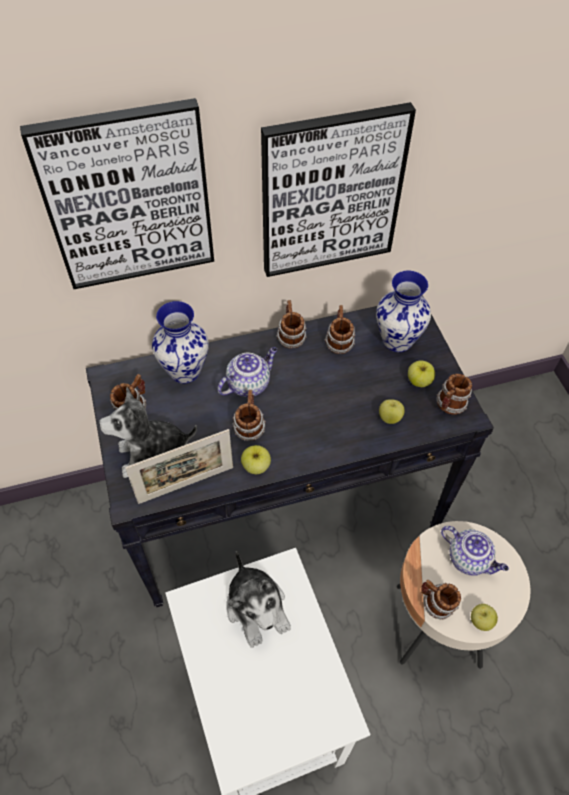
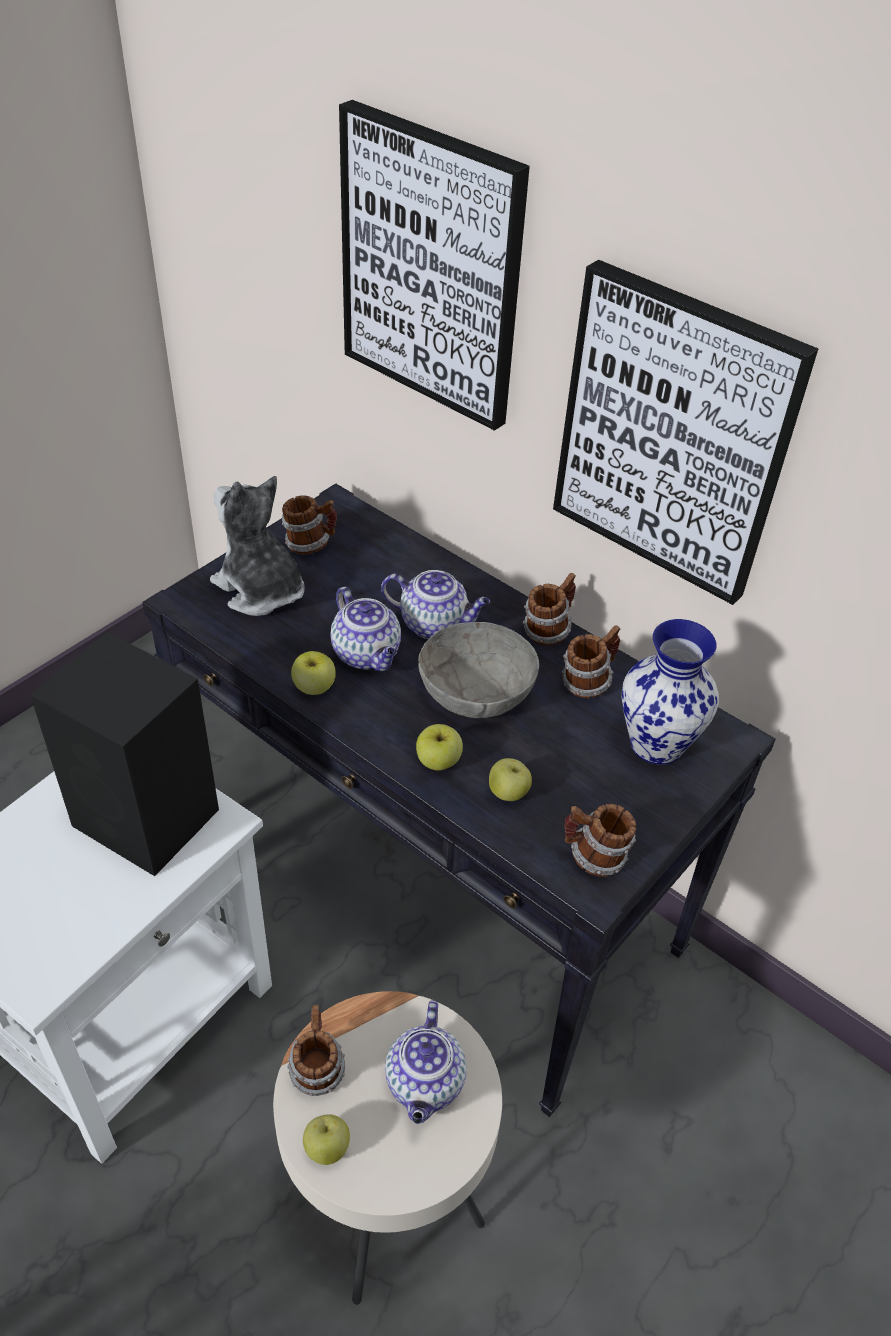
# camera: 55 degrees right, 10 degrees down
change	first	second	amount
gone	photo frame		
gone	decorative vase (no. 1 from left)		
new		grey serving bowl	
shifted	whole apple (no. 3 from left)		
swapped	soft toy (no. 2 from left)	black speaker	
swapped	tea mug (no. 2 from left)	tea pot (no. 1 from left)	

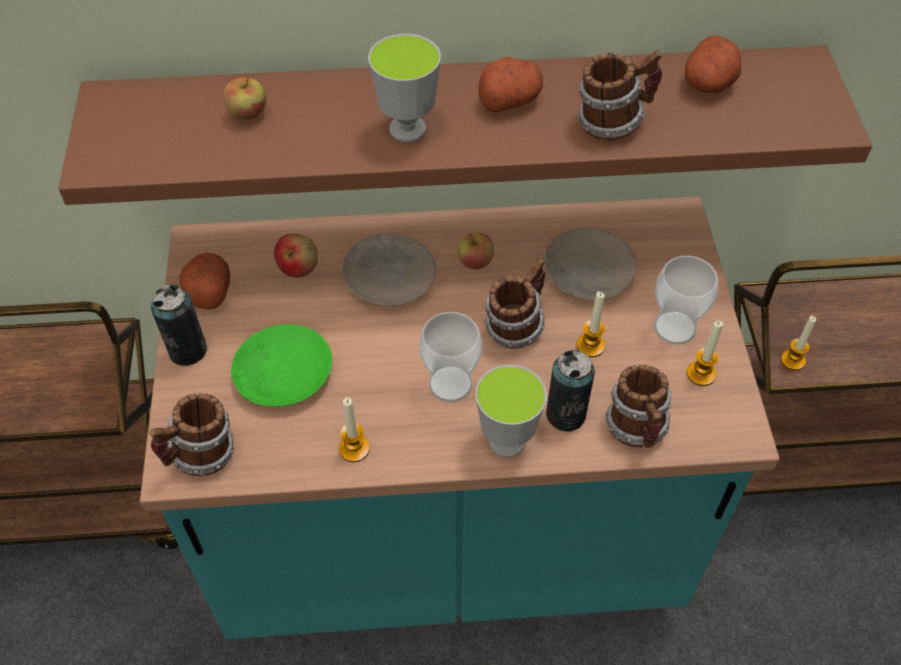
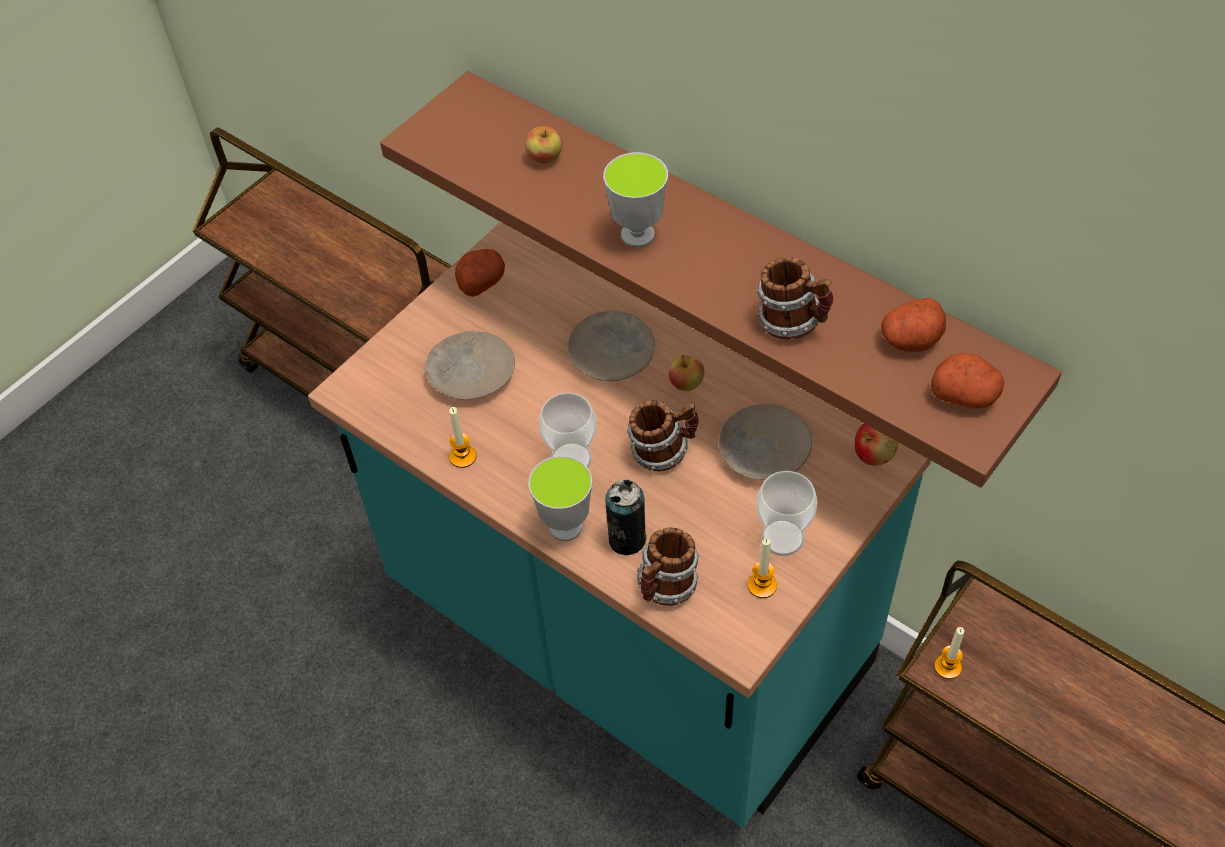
# camera: 45 degrees right, 0 degrees up
change	first	second	amount
gone	tea mug (no. 1 from left)		
gone	metal can (no. 1 from left)		
gone	candle (no. 2 from left)		
shifted	whole apple (no. 2 from left in the first image)	whole apple (no. 3 from left)	
shifted	whole potato (no. 2 from left in the first image)	whole potato (no. 3 from left)	
repainted	green dinner plate	sand-coloured dinner plate (no. 1 from left)	

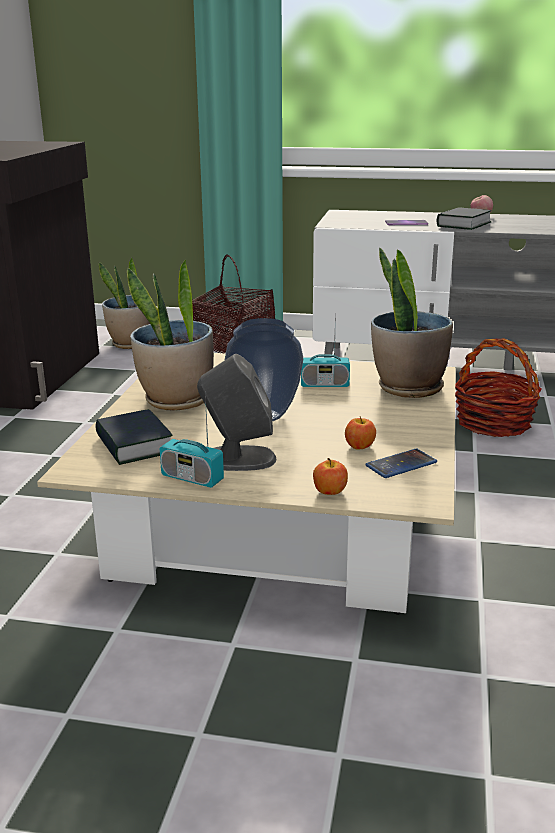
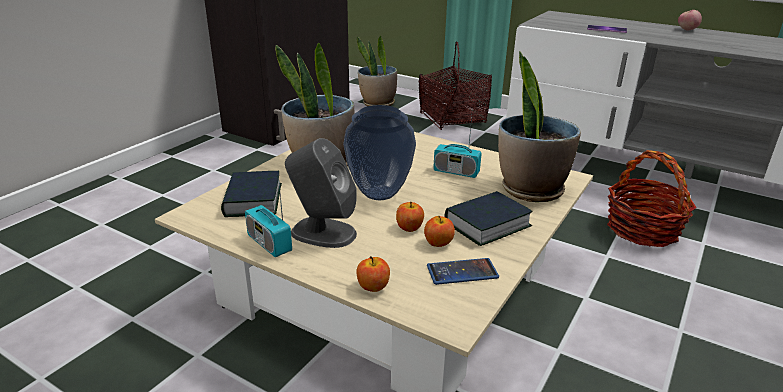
# camera: 20 degrees right, 5 degrees up
change	first	second	amount
new		whole apple (no. 2 from left)	
shifted	volume (no. 2 from left)		

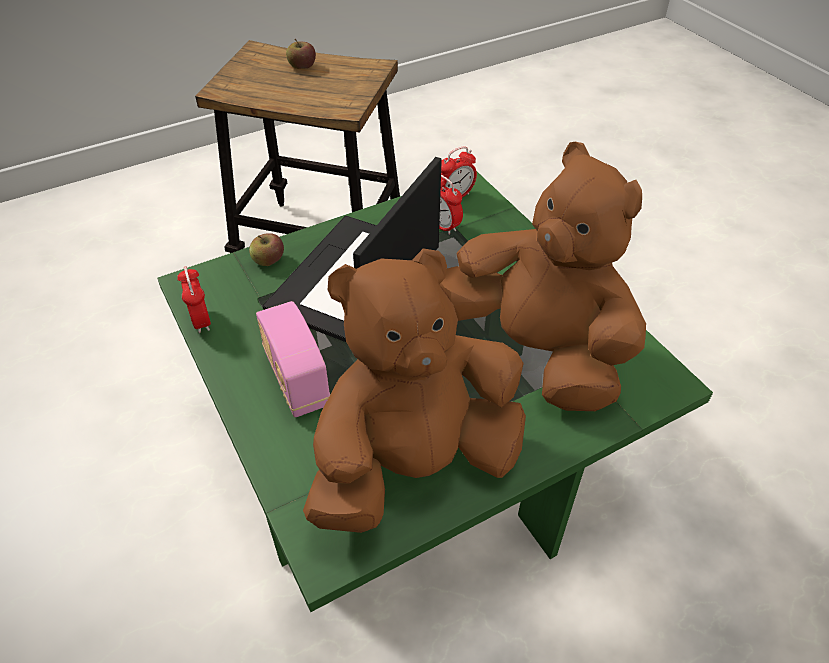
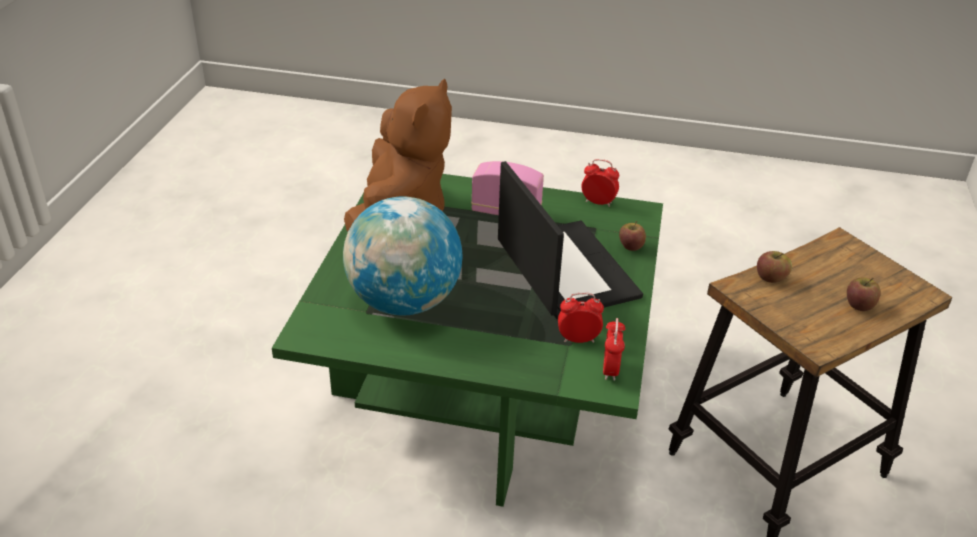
# camera: 130 degrees right, 10 degrees down
change	first	second	amount
new		whole apple (no. 2 from left)	
swapped	brown soft toy (no. 2 from left)	world globe	

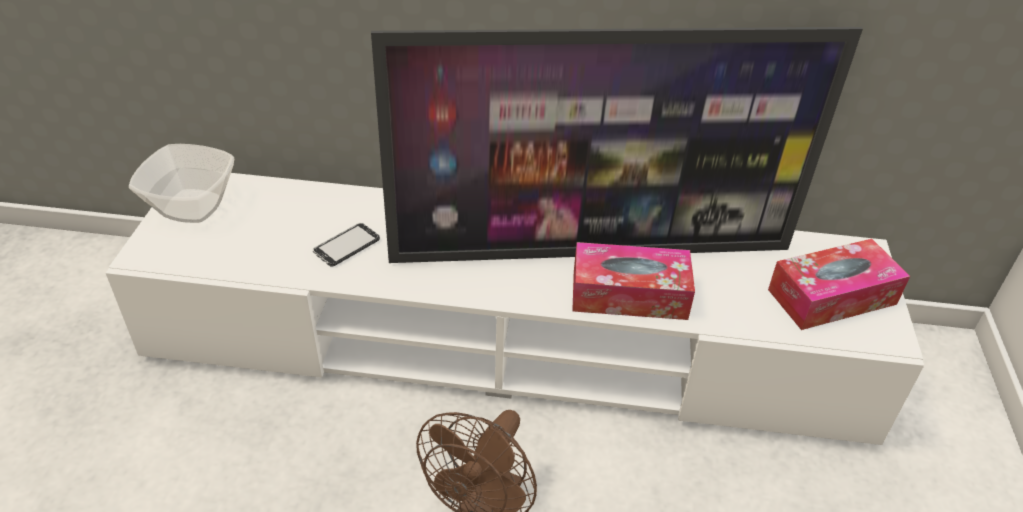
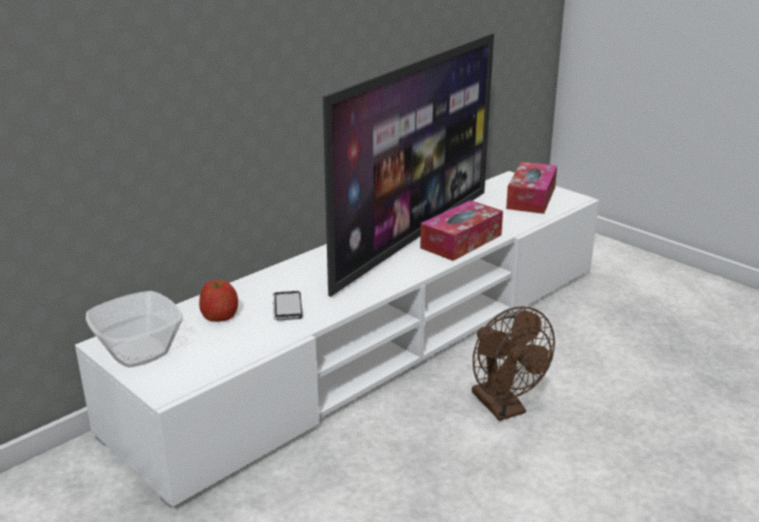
# camera: 50 degrees left, 15 degrees down
change	first	second	amount
new		whole apple	

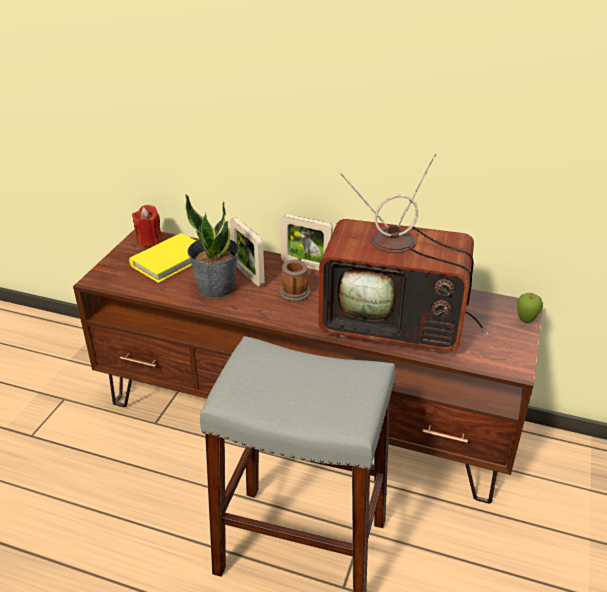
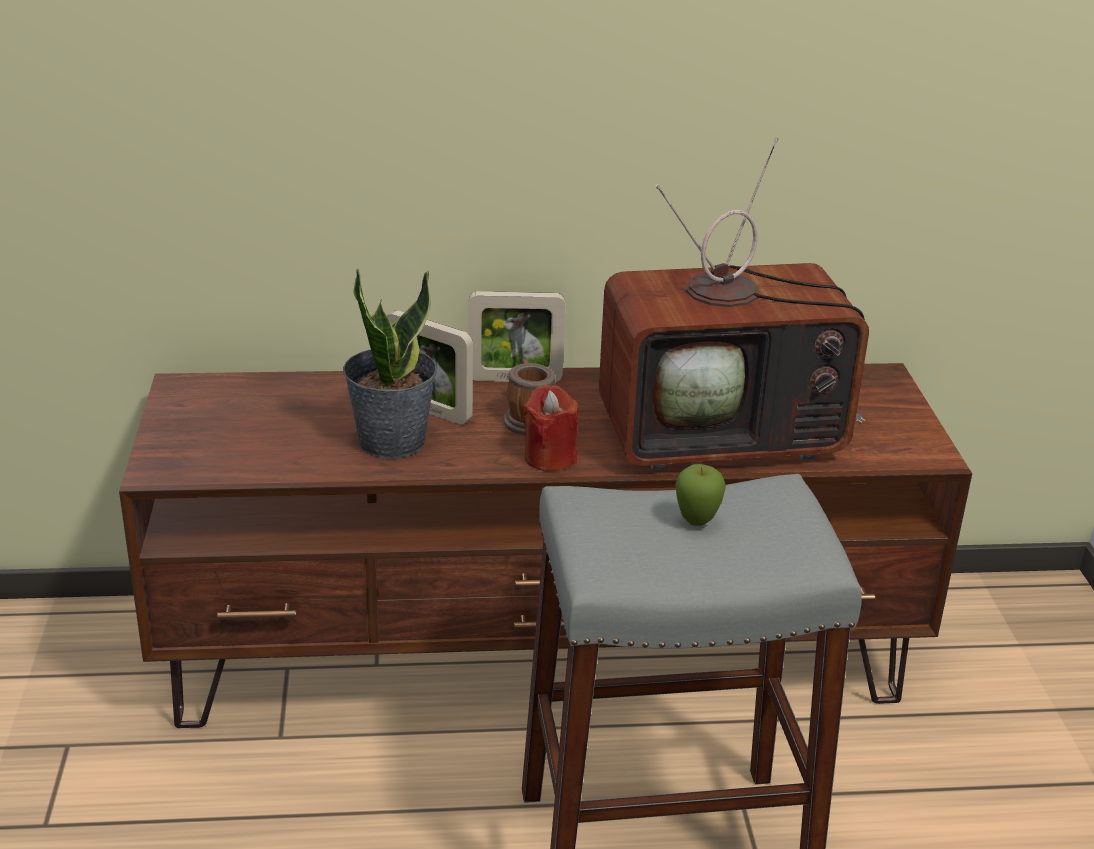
# camera: 25 degrees left, 5 degrees down
change	first	second	amount
gone	yellow-coloured volume		
shifted	reddish candle		
shifted	whole apple		

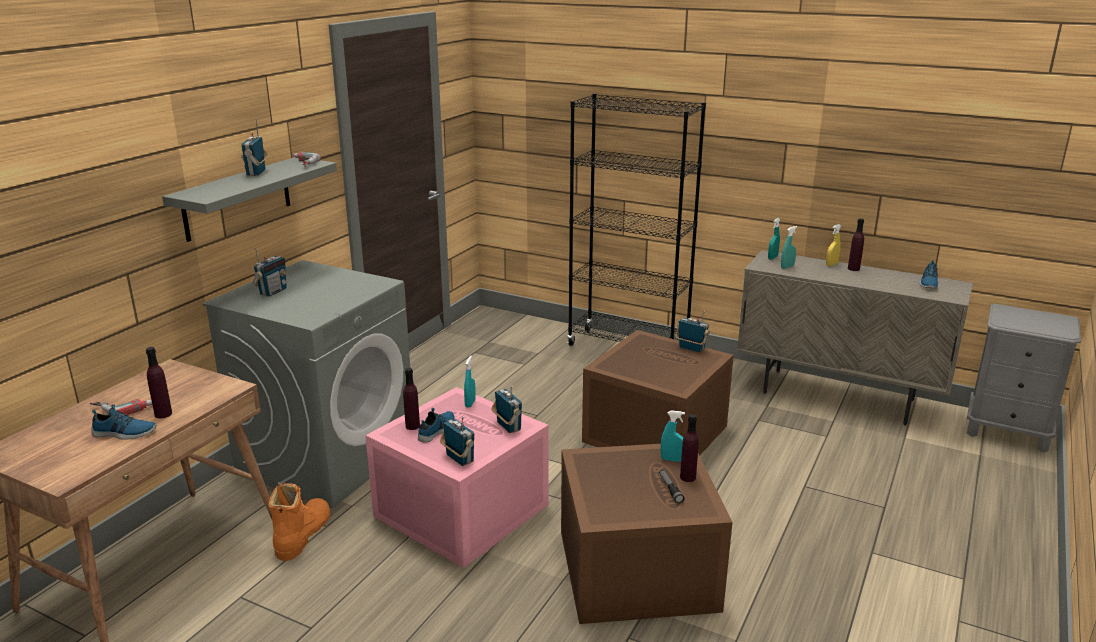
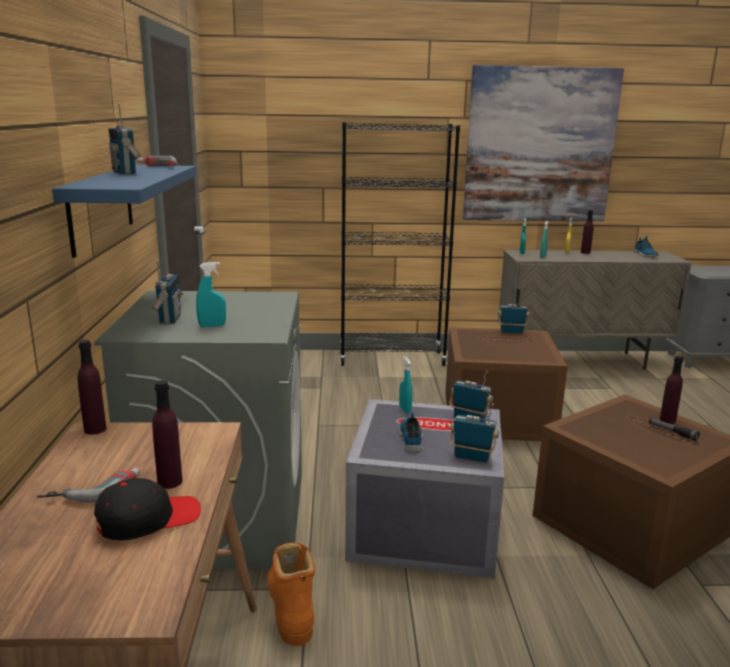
# camera: 30 degrees left, 5 degrees down
change	first	second	amount
new		wall art	
shifted	purple drink bottle (no. 2 from left in the first image)	purple drink bottle (no. 1 from left)	
shifted	blue-green hand sprayer (no. 2 from left in the first image)	blue-green hand sprayer (no. 1 from left)	
swapped	item of footwear (no. 1 from left)	black cap	
repainted	grey shelf	bluish shelf	
repainted	pink-coloured storage bin	grey storage bin	

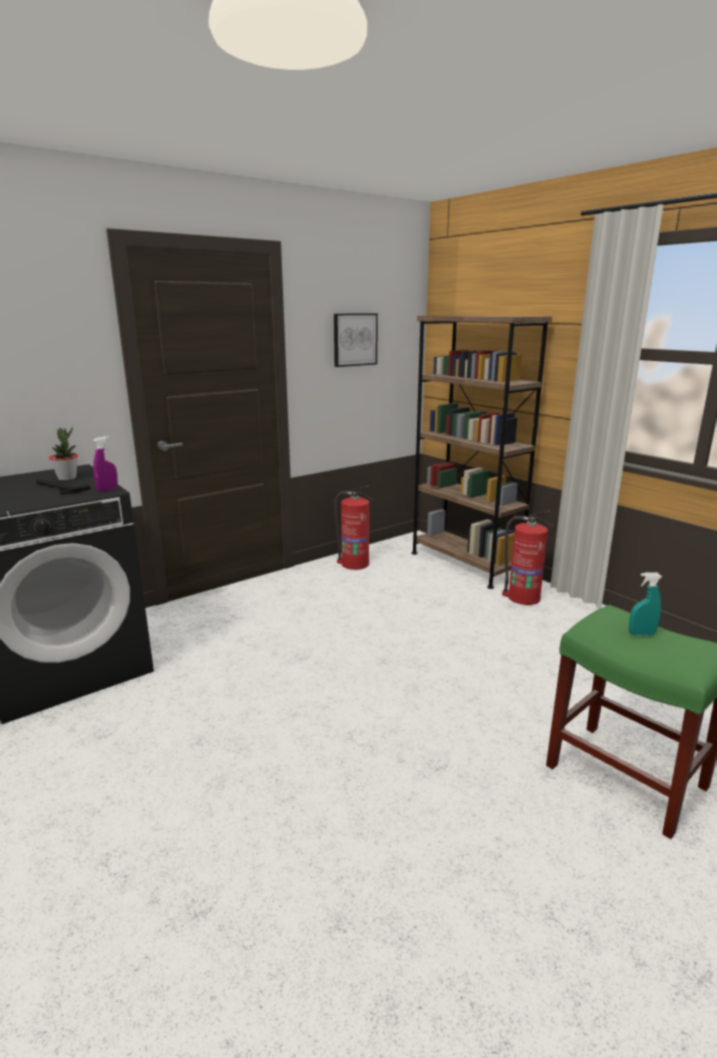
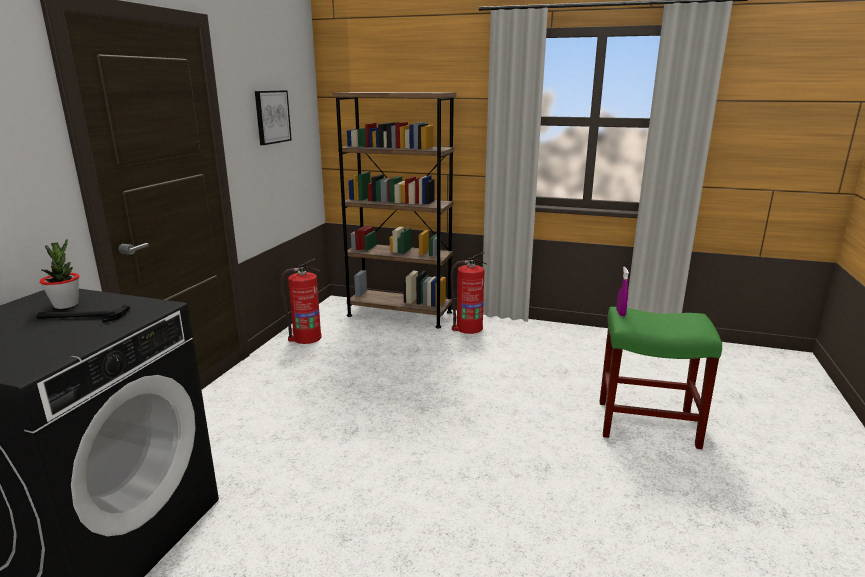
# camera: 35 degrees left, 0 degrees up
change	first	second	amount
gone	blue-green hand sprayer		
shifted	purple hand sprayer		

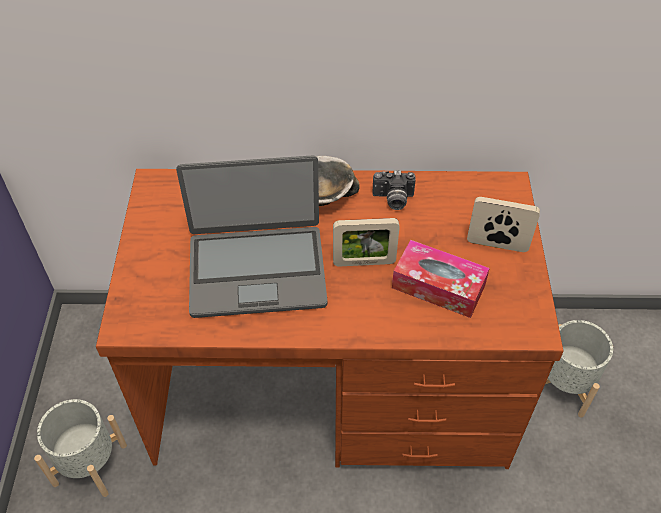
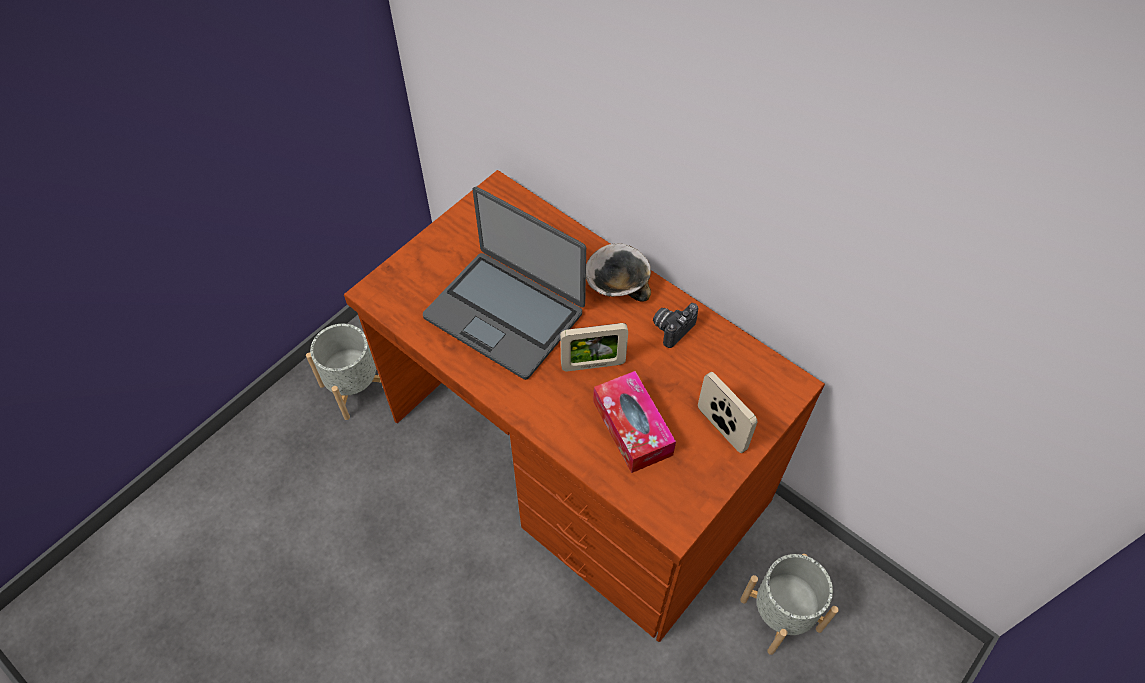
# camera: 40 degrees right, 5 degrees up
change	first	second	amount
rotated	photo frame (no. 1 from left)		45 degrees counterclockwise
rotated	still camera		90 degrees clockwise

